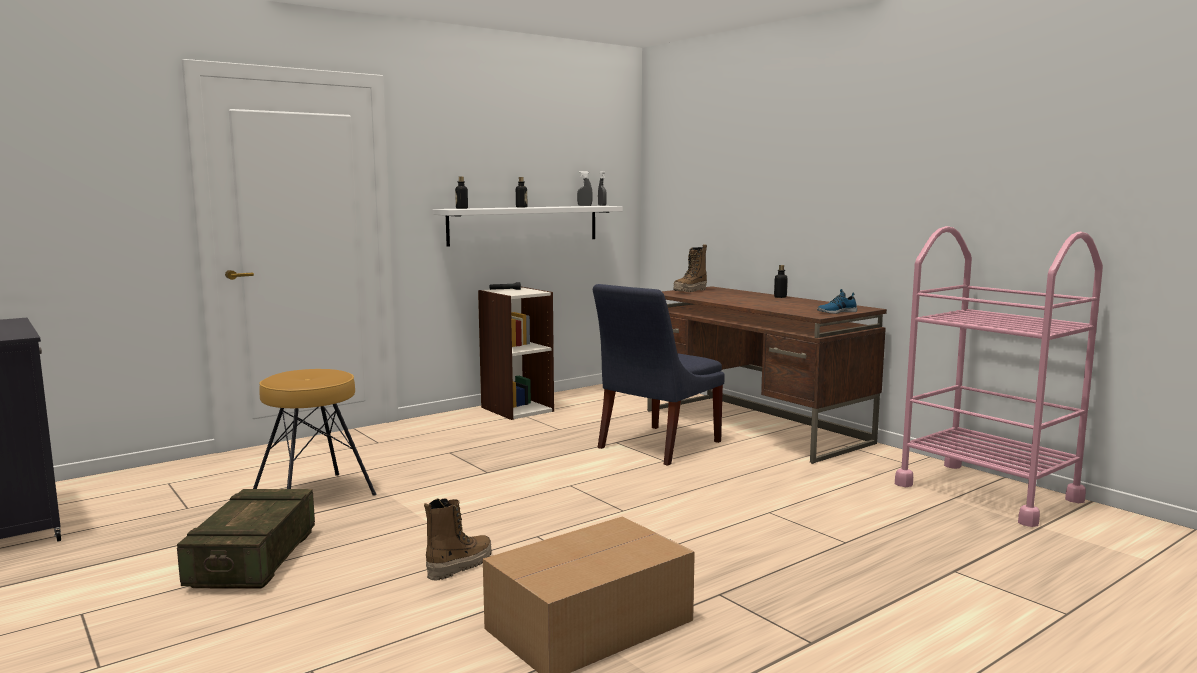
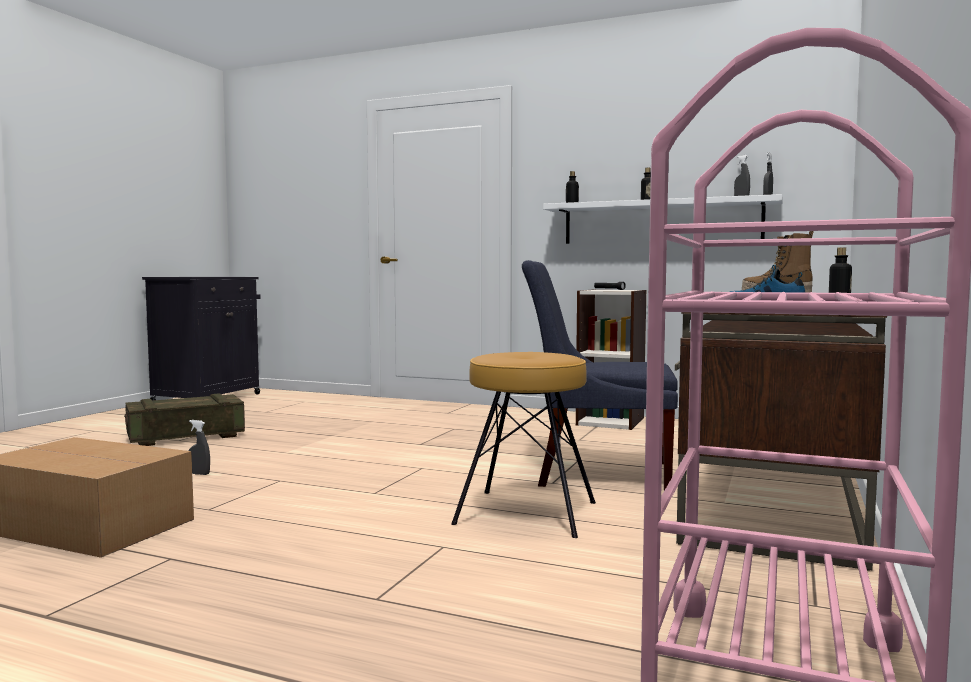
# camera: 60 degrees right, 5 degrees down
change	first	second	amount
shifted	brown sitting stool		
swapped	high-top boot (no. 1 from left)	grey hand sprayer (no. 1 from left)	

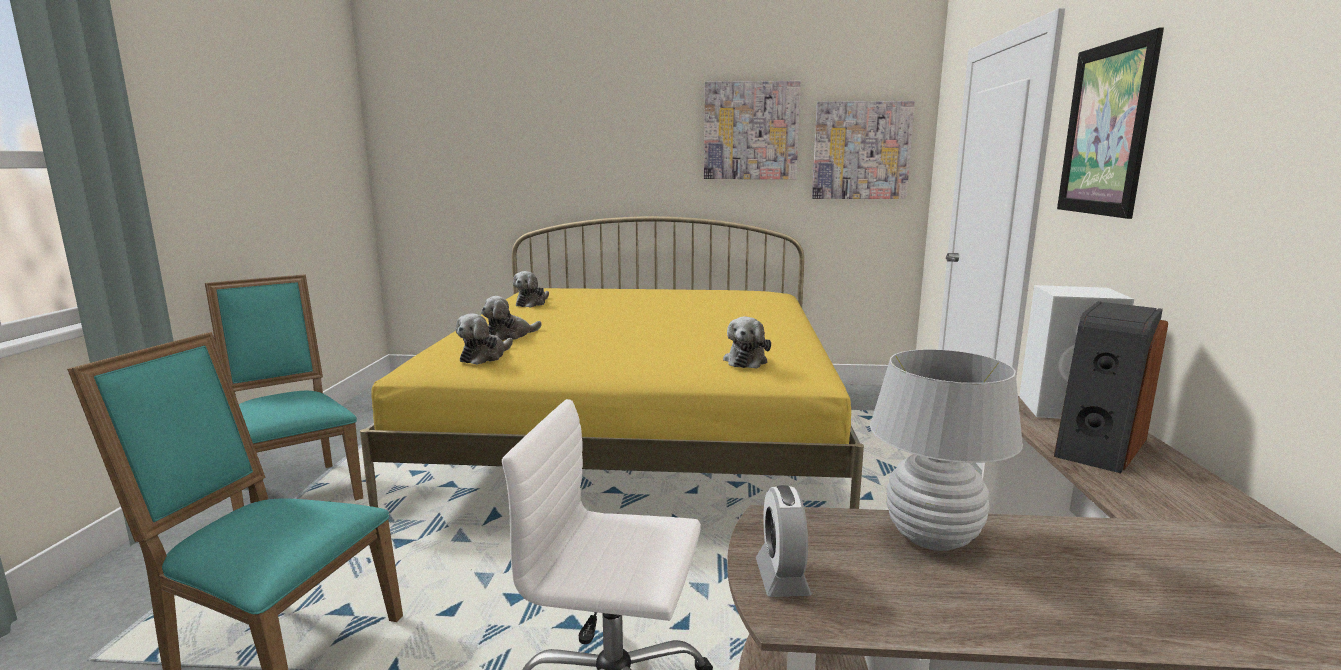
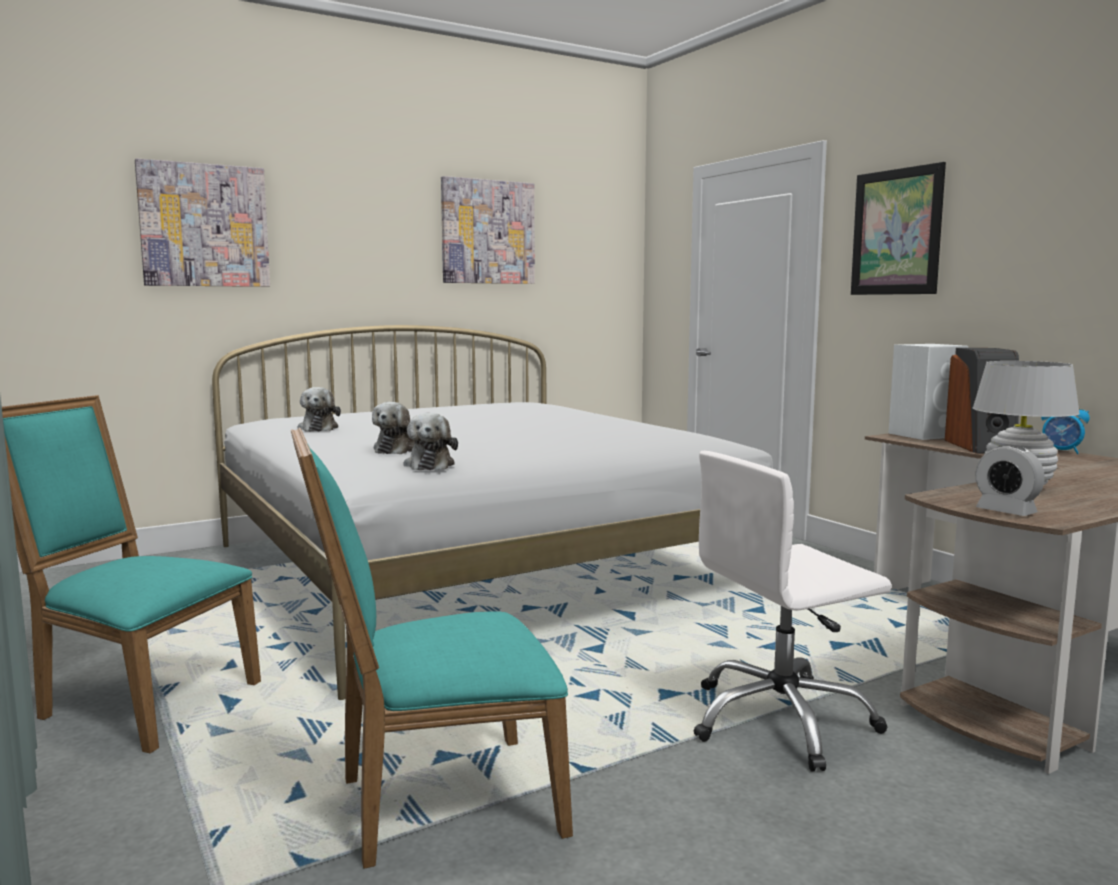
# camera: 35 degrees left, 5 degrees down
change	first	second	amount
gone	soft toy (no. 4 from left)		
new		bedside clock (no. 2 from left)	
shifted	wall art (no. 2 from left in the first image)	wall art (no. 1 from left)	
repainted	yellow-coloured bed	whitish bed	

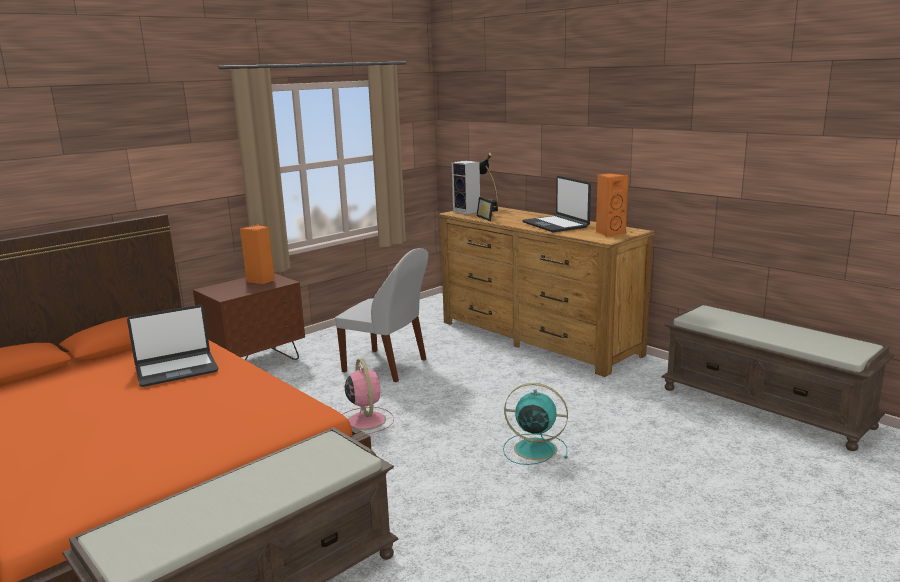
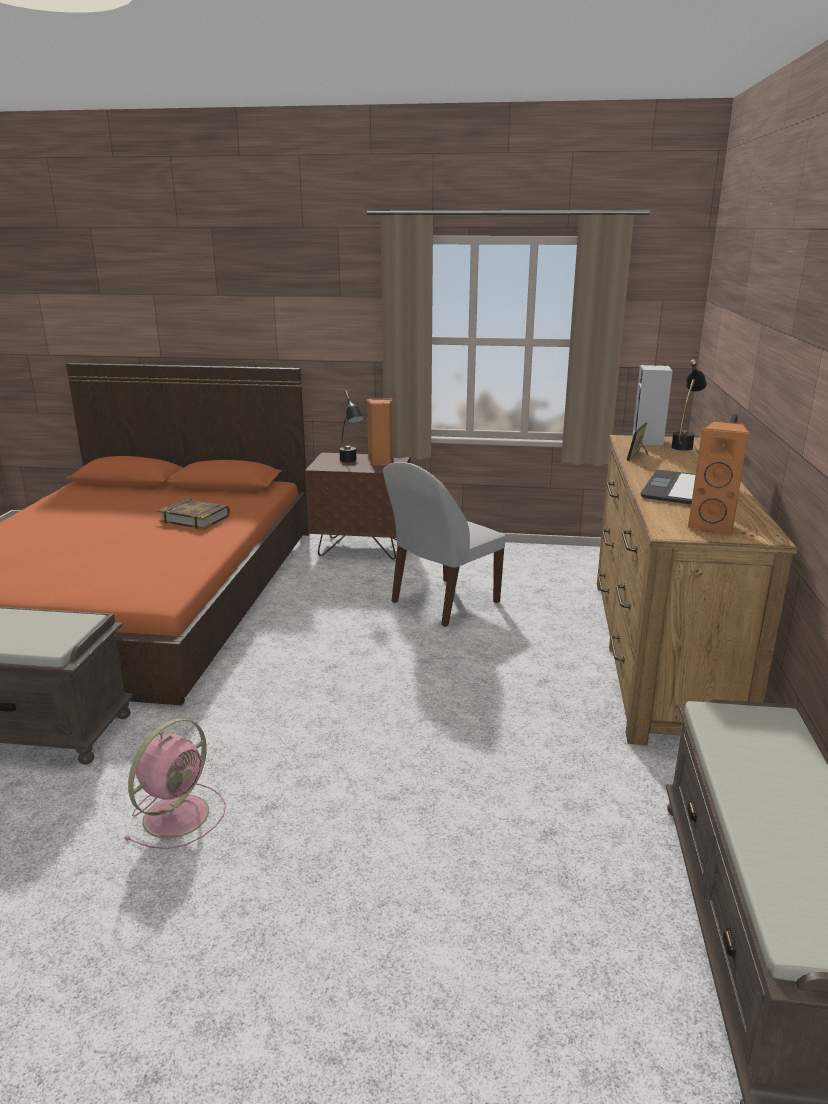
# camera: 50 degrees right, 5 degrees up
change	first	second	amount
gone	blue-green cooling fan		
new		black lamp for a table (no. 1 from left)	
shifted	pink-coloured cooling fan		
swapped	laptop (no. 1 from left)	volume	
rotated	whitish upright chair		60 degrees clockwise

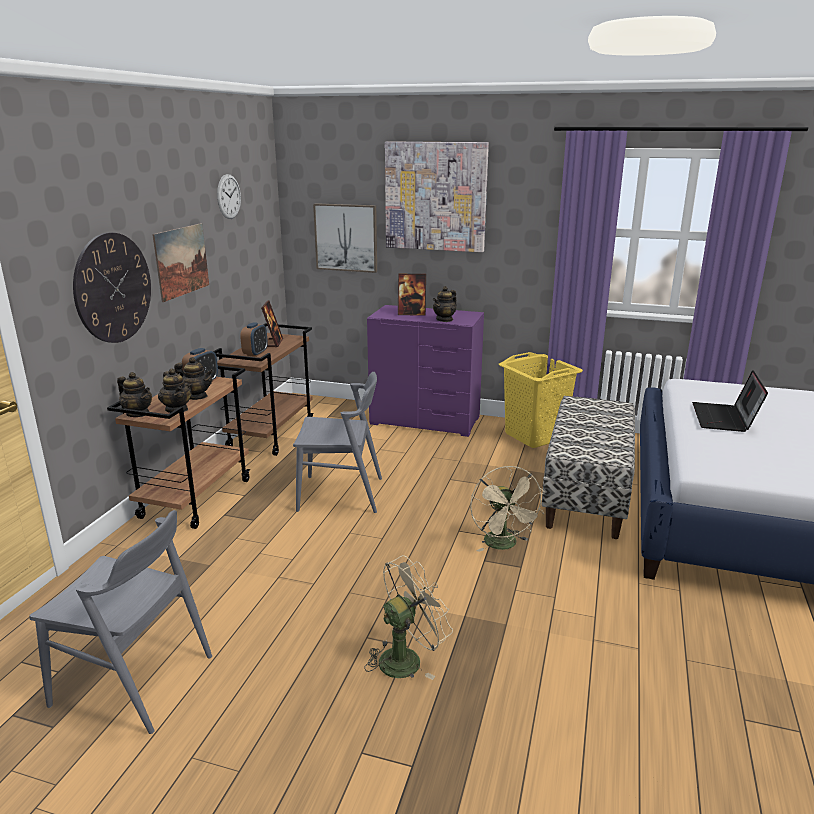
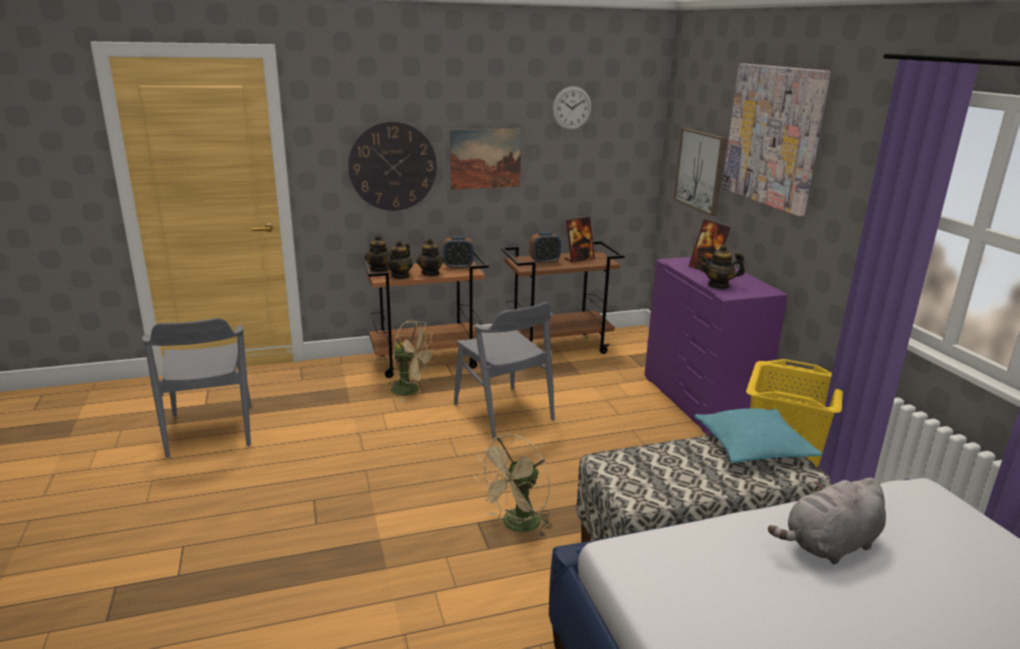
# camera: 55 degrees right, 0 degrees up
change	first	second	amount
new		blue-green throw pillow	
shifted	sand-coloured cooling fan (no. 1 from left)		
swapped	laptop	grey soft toy	

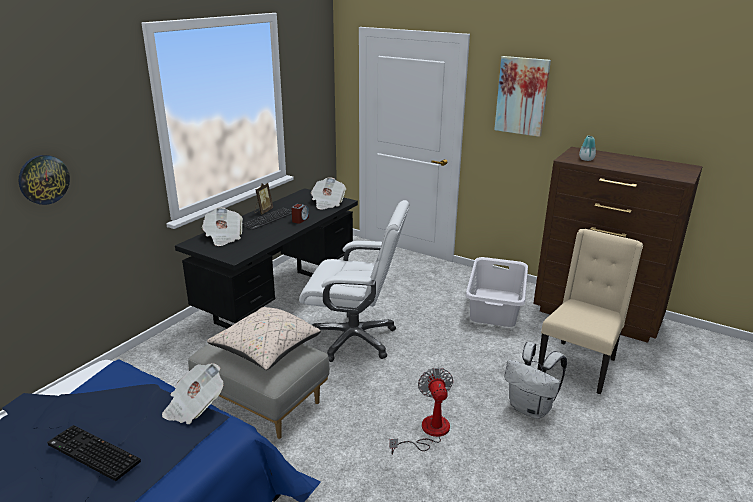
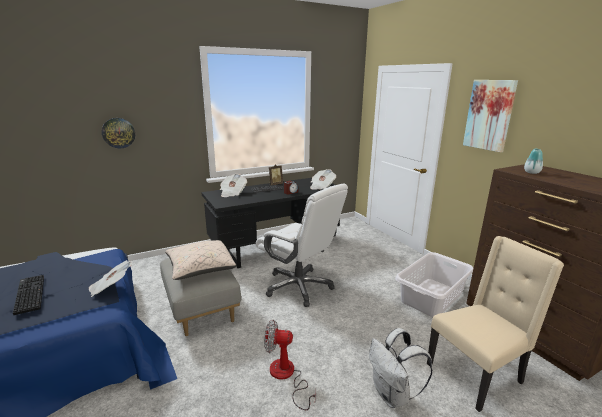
# camera: 30 degrees right, 5 degrees down
change	first	second	amount
rotated	cooling fan		105 degrees counterclockwise

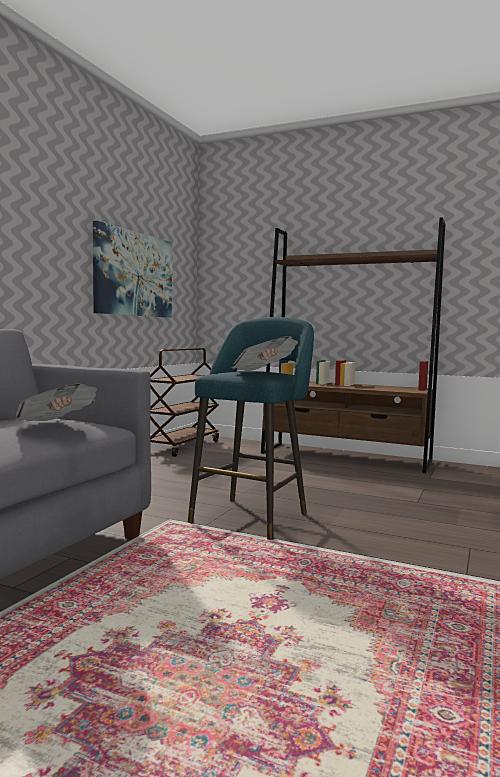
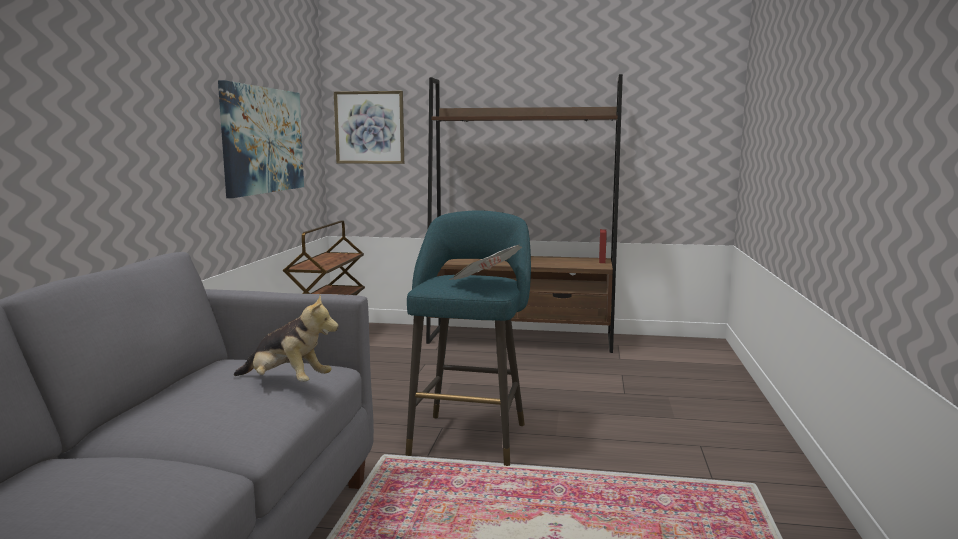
# camera: 15 degrees left, 5 degrees up
change	first	second	amount
new		wall art (no. 2 from left)	
swapped	printed paper (no. 1 from left)	soft toy	

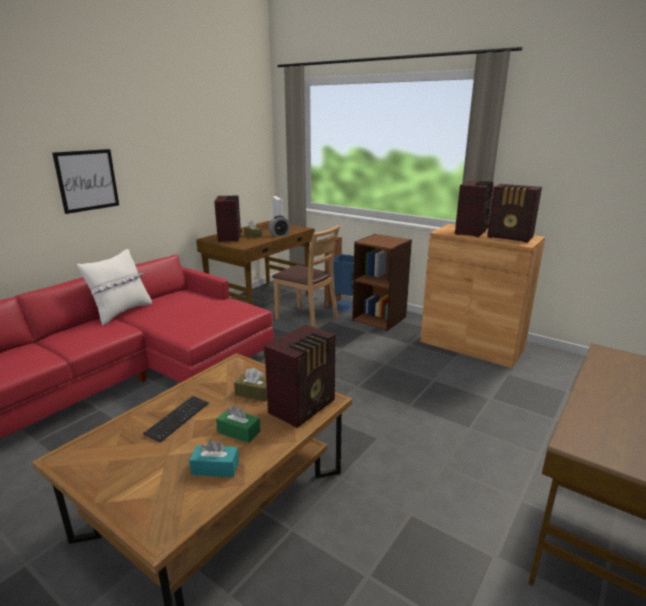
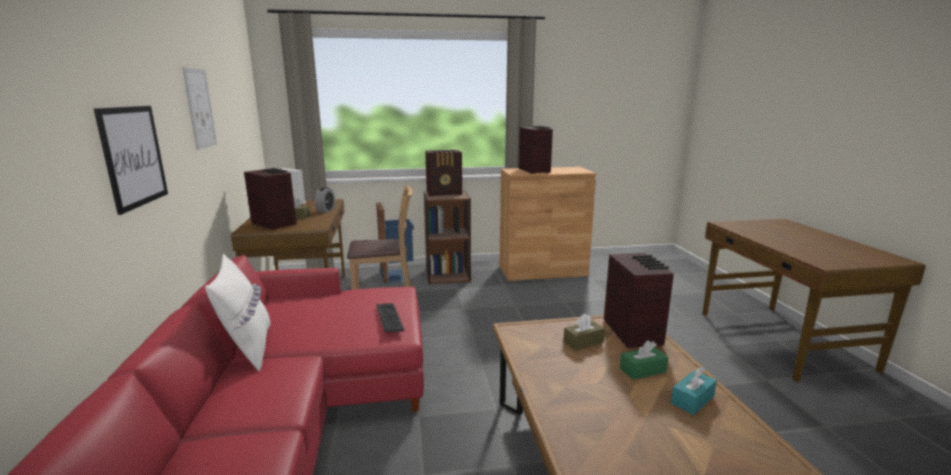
# camera: 45 degrees left, 5 degrees down
change	first	second	amount
new		wall art (no. 2 from left)	
shifted	keyboard		
shifted	radio (no. 4 from left in the first image)	radio (no. 2 from left)	

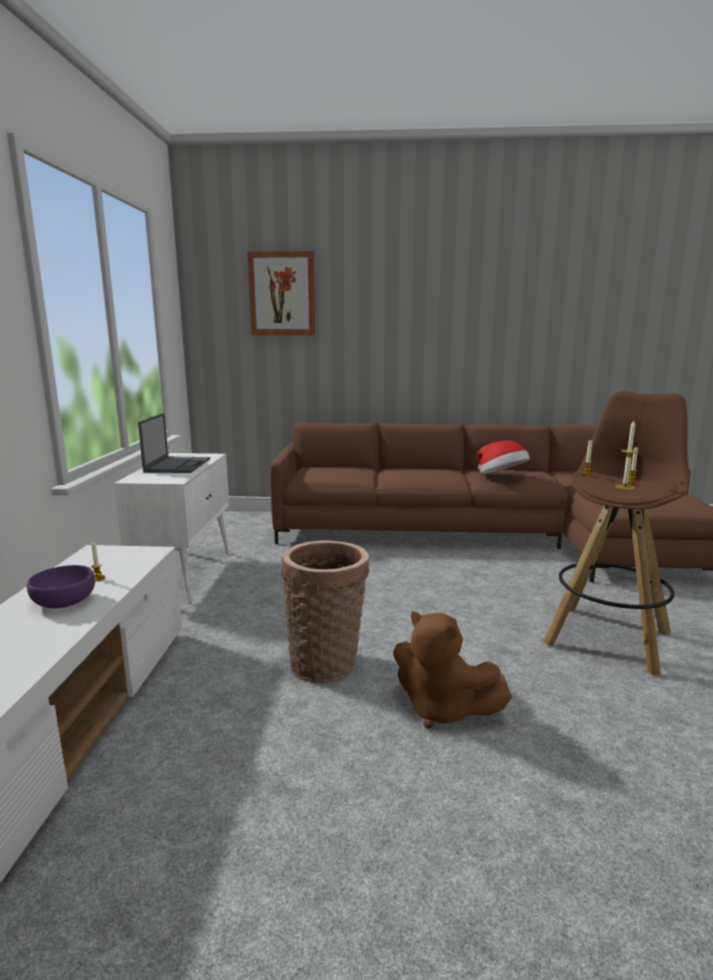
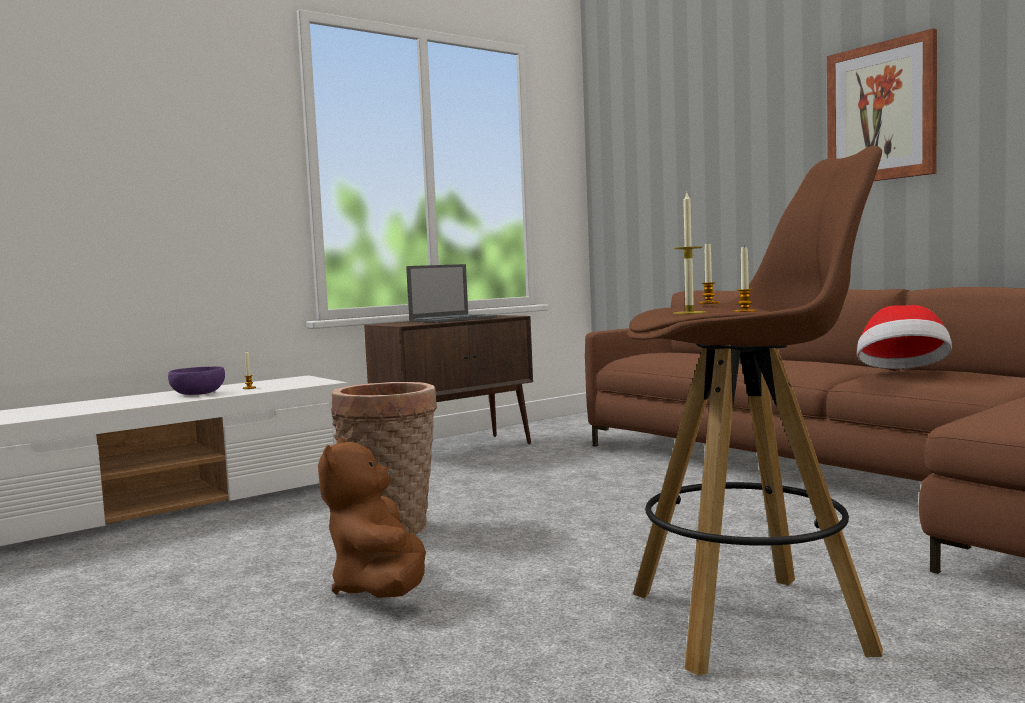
# camera: 50 degrees right, 10 degrees down
change	first	second	amount
shifted	wall art		
repainted	whitish cabinet	brown cabinet	

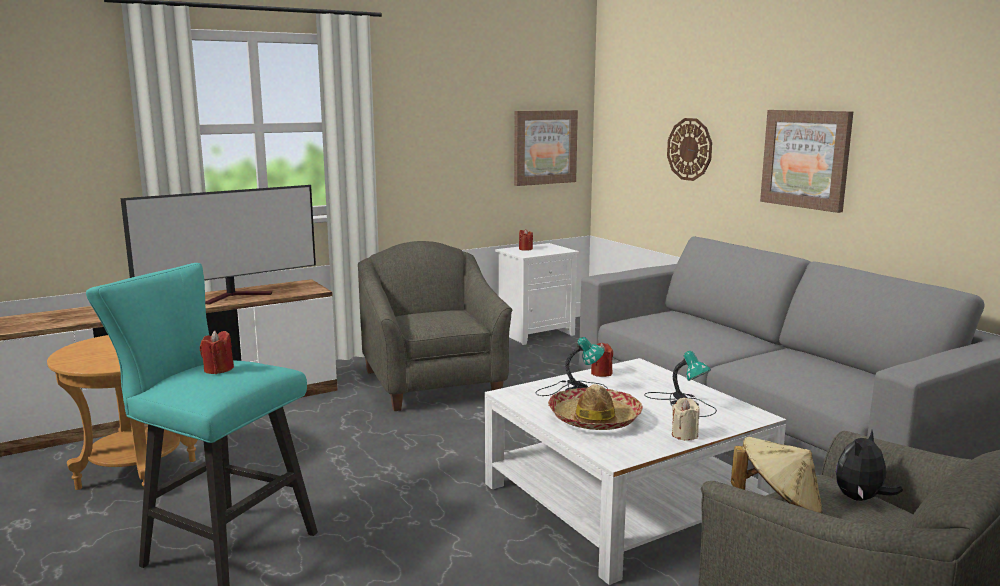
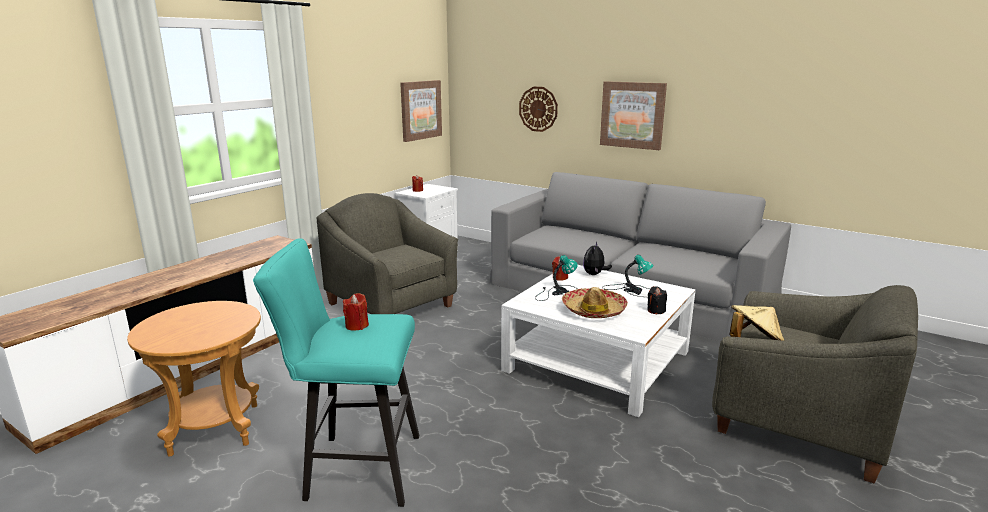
# camera: 25 degrees left, 5 degrees up
change	first	second	amount
gone	TV set		
shifted	soft toy		
repainted	sand-coloured candle	black candle	

